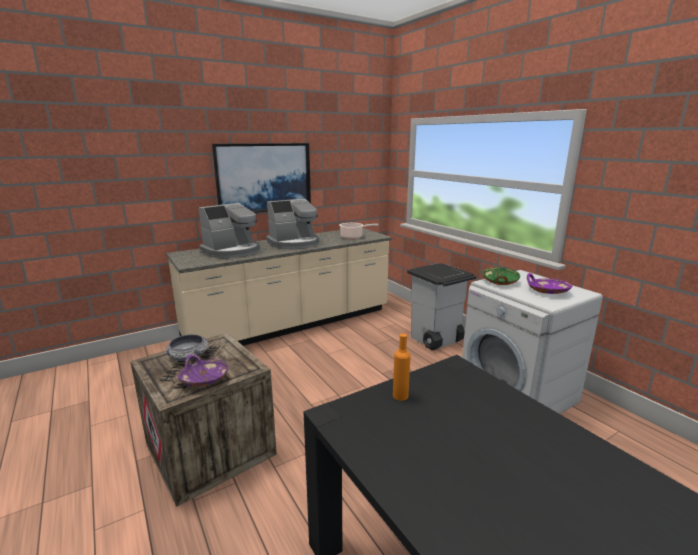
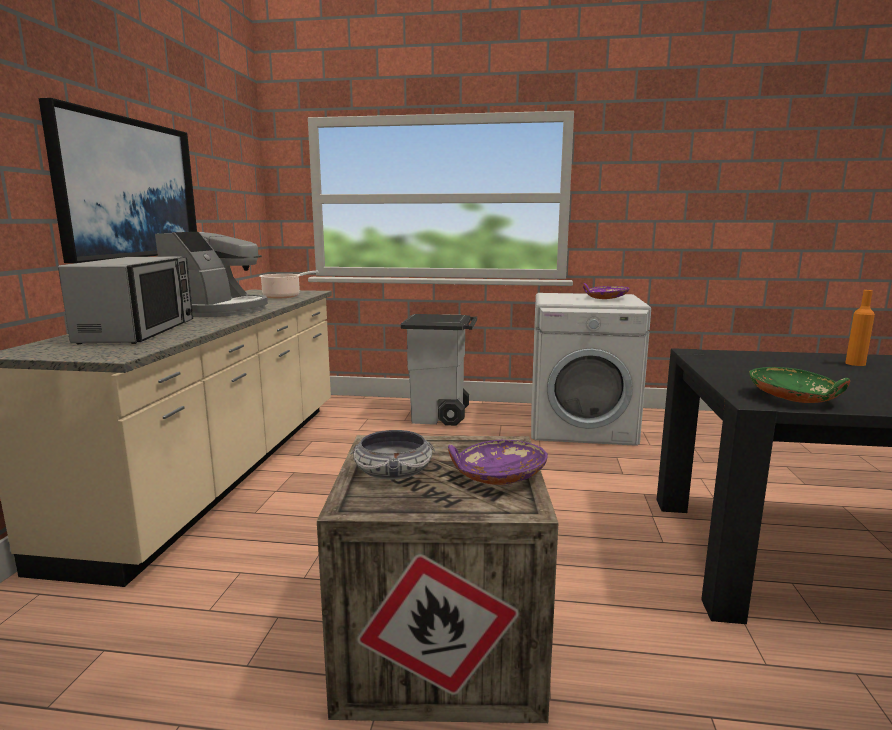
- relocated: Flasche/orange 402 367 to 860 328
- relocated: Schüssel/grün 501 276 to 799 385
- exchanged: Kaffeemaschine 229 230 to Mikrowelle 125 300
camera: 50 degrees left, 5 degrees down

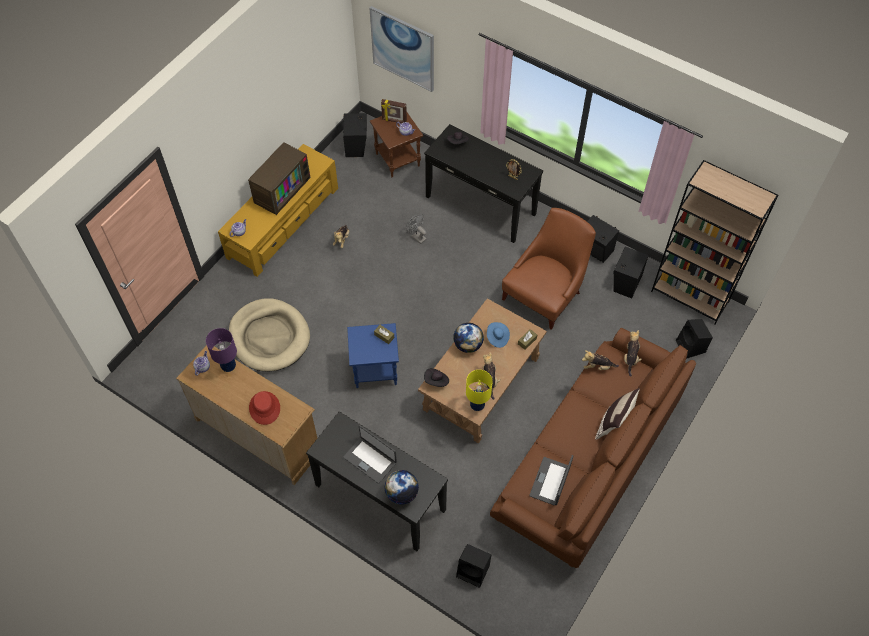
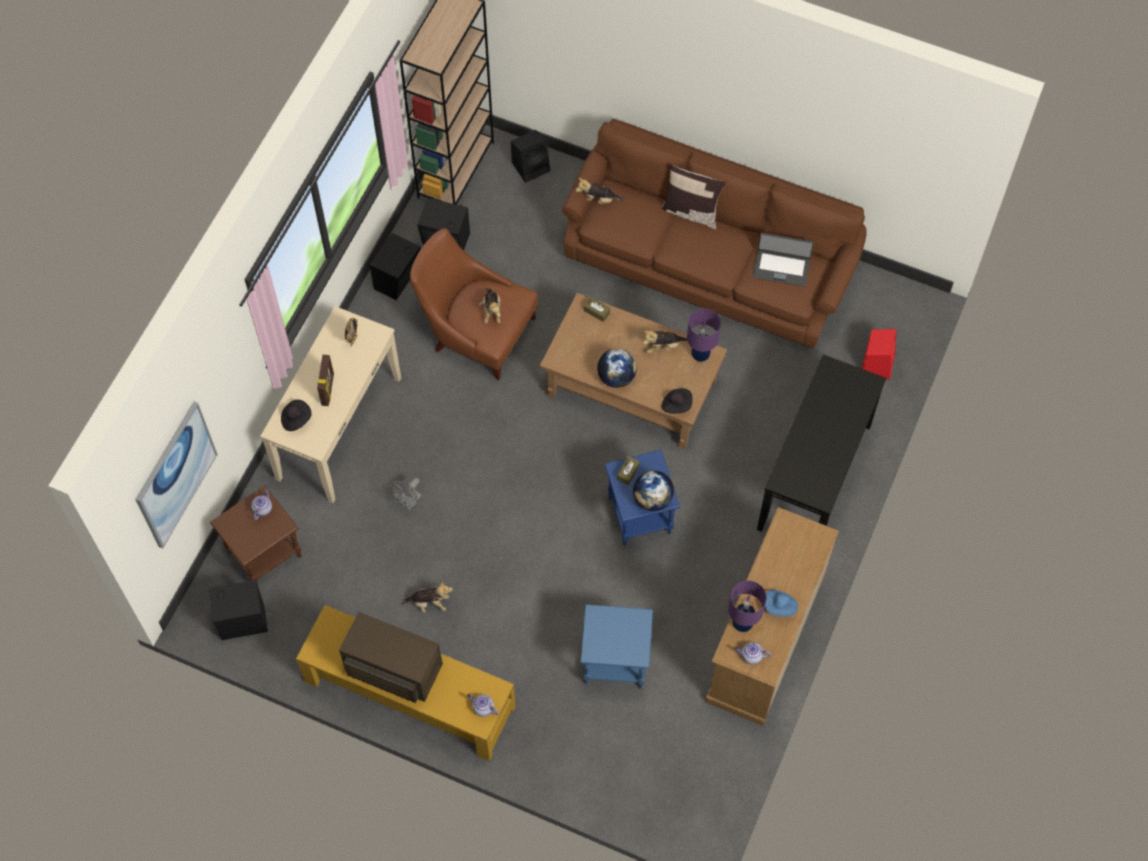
- missing: Hut/rot 264 408
- missing: Laptop 370 454
- relocated: Bilderrahmen 394 111 to 325 380
- relocated: Globus 402 487 to 653 490
- relocated: Hut/blau 498 335 to 781 603
- relocated: Plüschtier 600 360 to 490 305
- exchanged: Hundebett/beige 269 335 to Beistelltisch/blau 616 646
- colour: Konsolentisch/schwarz 483 183 to Konsolentisch/beige 330 404
- colour: Lautsprecher/schwarz 473 566 to Lautsprecher/rot 879 354
- colour: Tischlampe/gelb 479 390 to Tischlampe/lila 704 335
camera: 100 degrees left, 5 degrees up

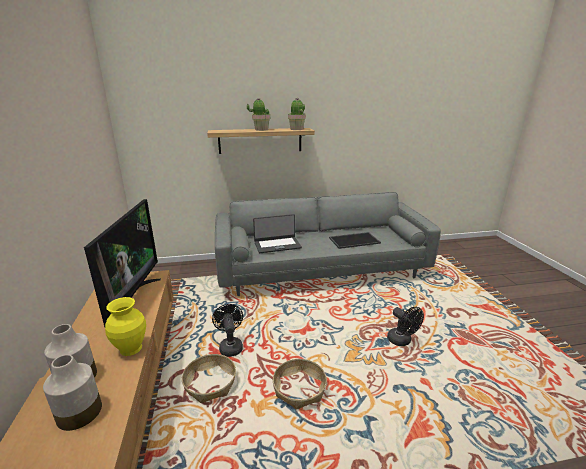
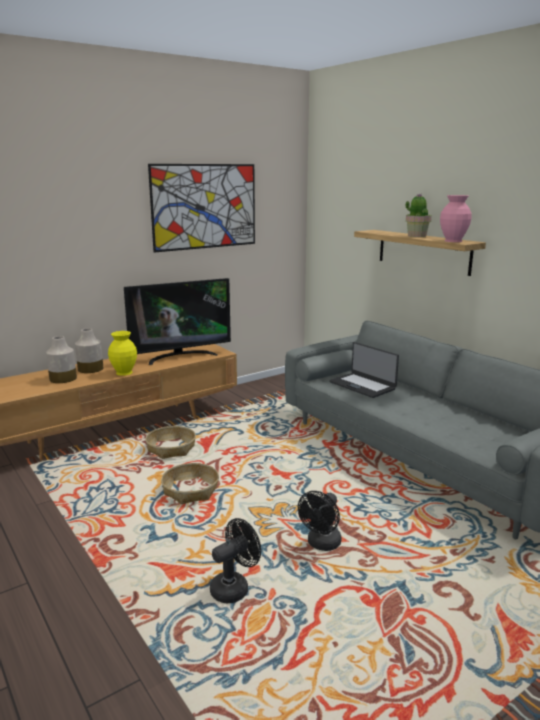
- missing: Tablett 355 240
- appeared: Bild 201 208
- relocated: Ventilator/schwarz 227 330 to 235 560
- exchanged: Topfpflanze 297 114 to Vase/rosa 455 218
camera: 65 degrees right, 5 degrees down

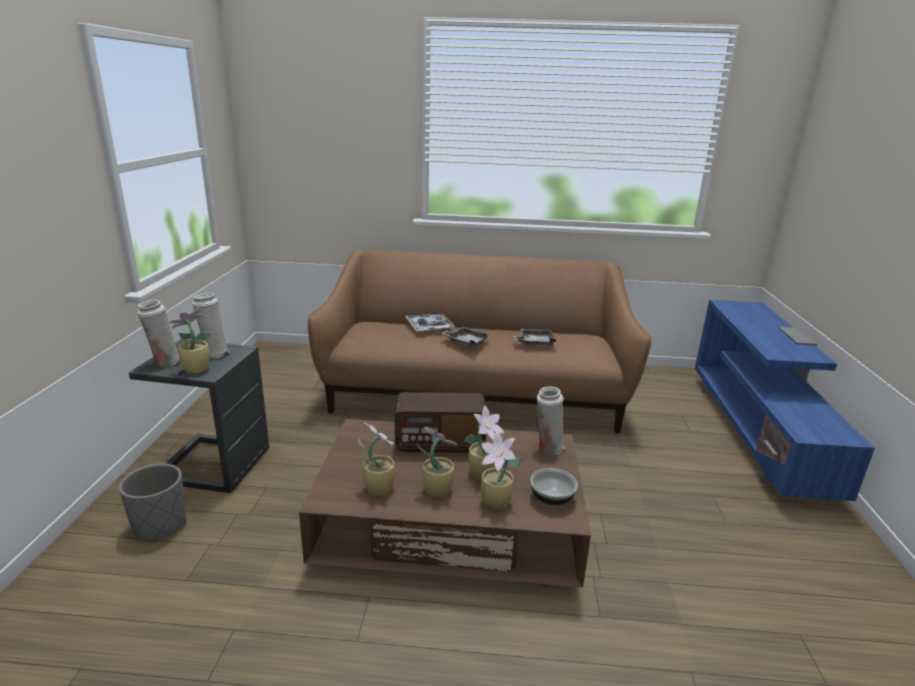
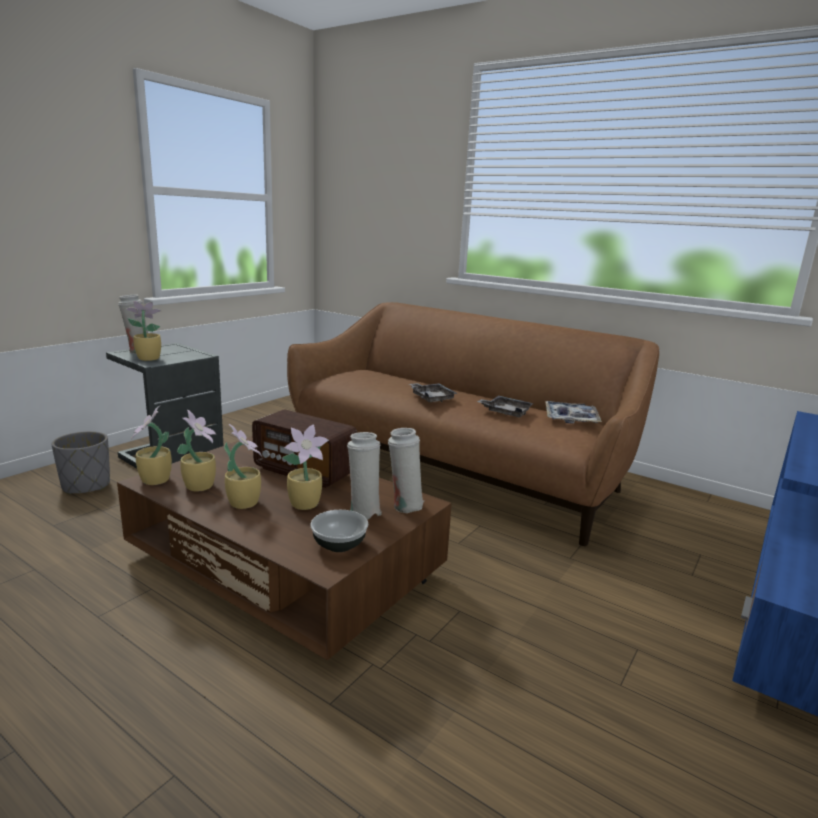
- relocated: Vase/weiß 210 326 to 364 476
- relocated: Tablett 430 323 to 573 412
- relocated: Topfpflanze 501 470 to 151 445
camera: 30 degrees right, 5 degrees down

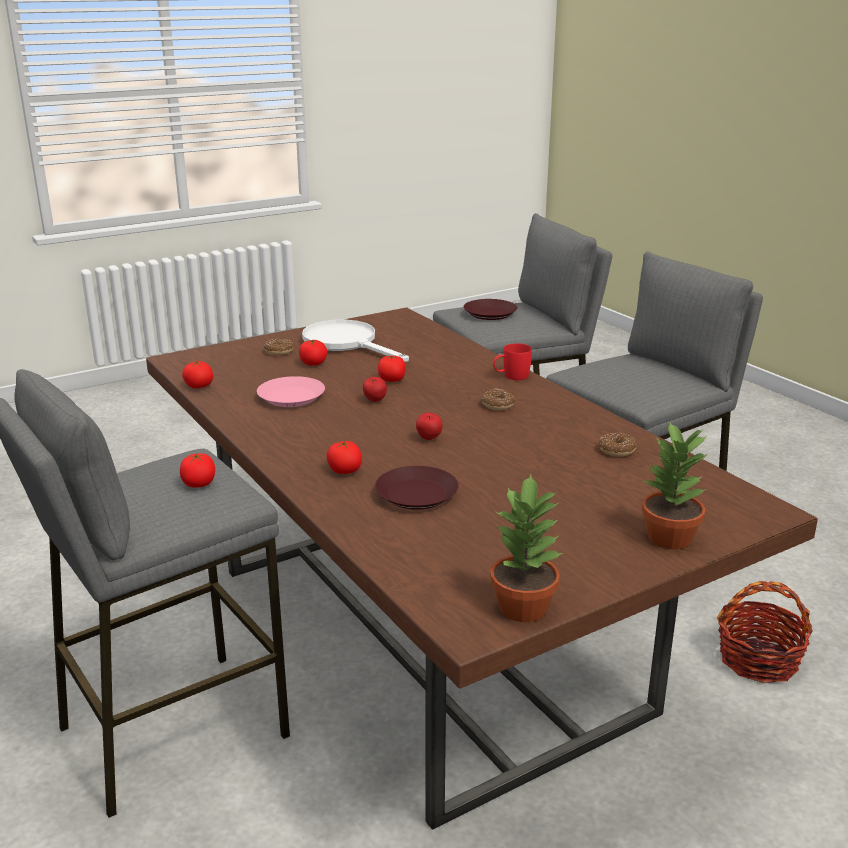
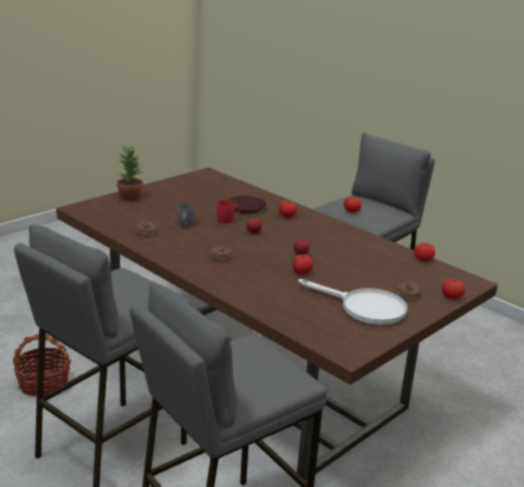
- missing: Teller/rosa 291 391
- missing: Teller/braun 490 309
- missing: Topfpflanze 526 548
- appeared: Henkelbecher/grau 186 214
- relocated: Tomate 313 353 to 453 288
- relocated: Henkelbecher/rot 512 361 to 228 212
camera: 165 degrees right, 0 degrees up

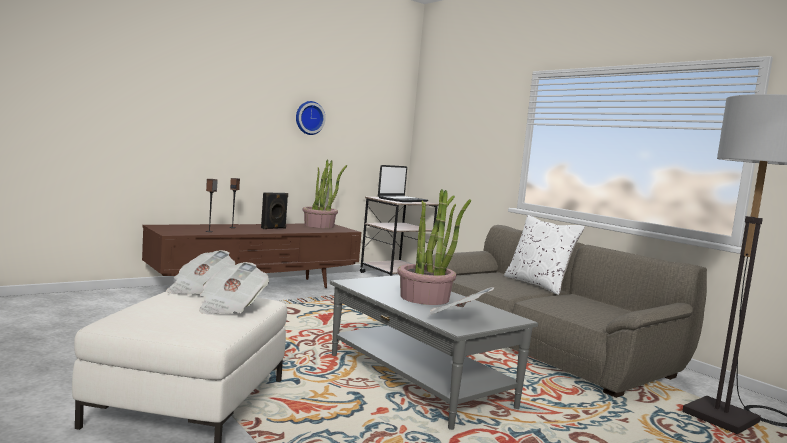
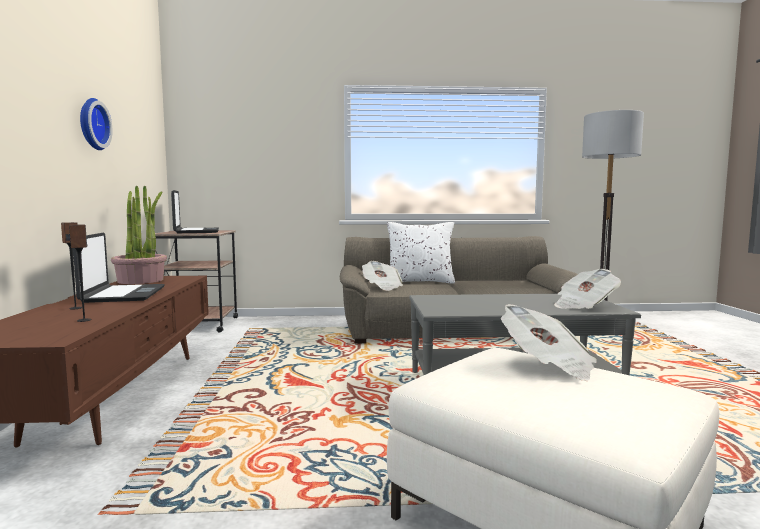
- missing: Topfpflanze 434 247
- relocated: Zeitung 200 272 to 382 276
- exchanged: Lautsprecher/schwarz 274 211 to Laptop 119 268
camera: 55 degrees left, 0 degrees up

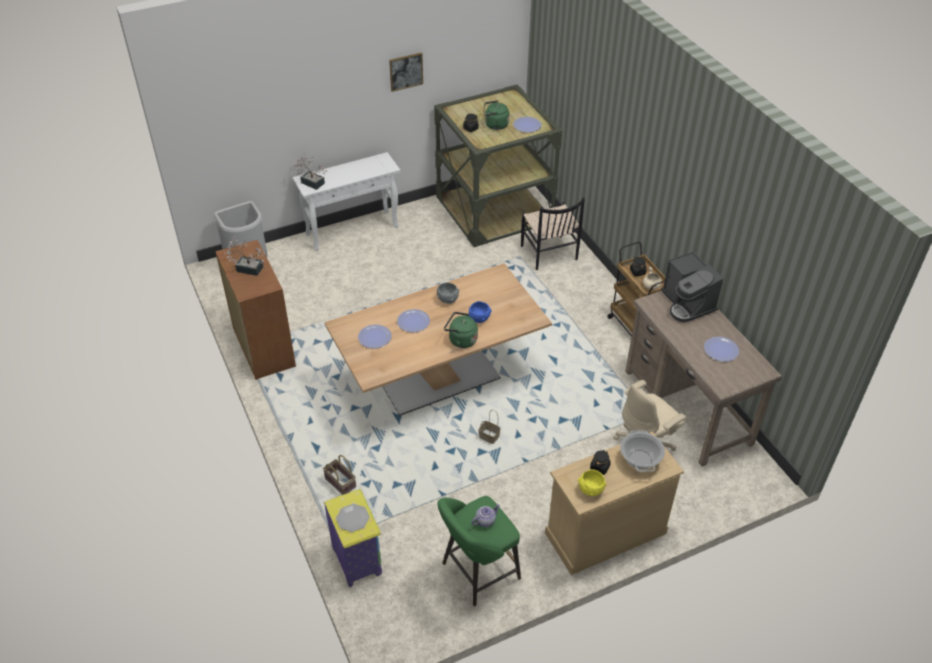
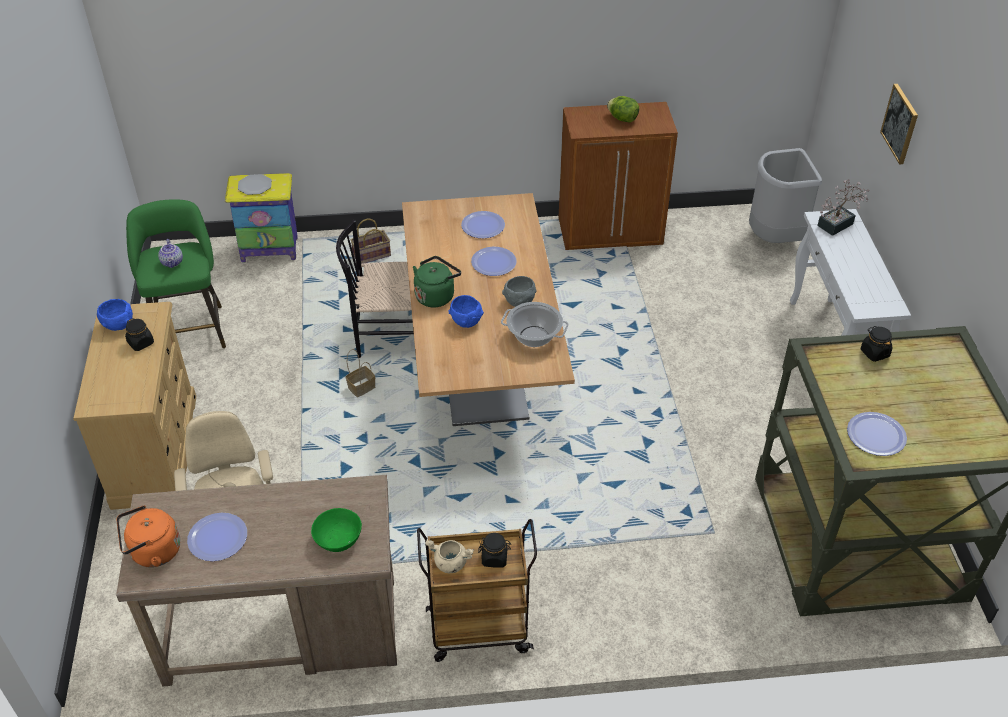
- missing: Wasserkessel/grün 496 115
- appeared: Wasserkessel/orange 148 536
- relocated: Bild 406 72 to 899 124
- relocated: Stuhl/schwarz 553 233 to 375 289
- relocated: Kochtopf 642 451 to 535 324
- exchanged: Topfpflanze 244 256 to Salatkopf 623 109
- exchanged: Kaffeemaschine 692 287 to Schüssel/grün 336 530
- colour: Schüssel/gelb 592 483 to Schüssel/blau 115 315
camera: 110 degrees right, 0 degrees up

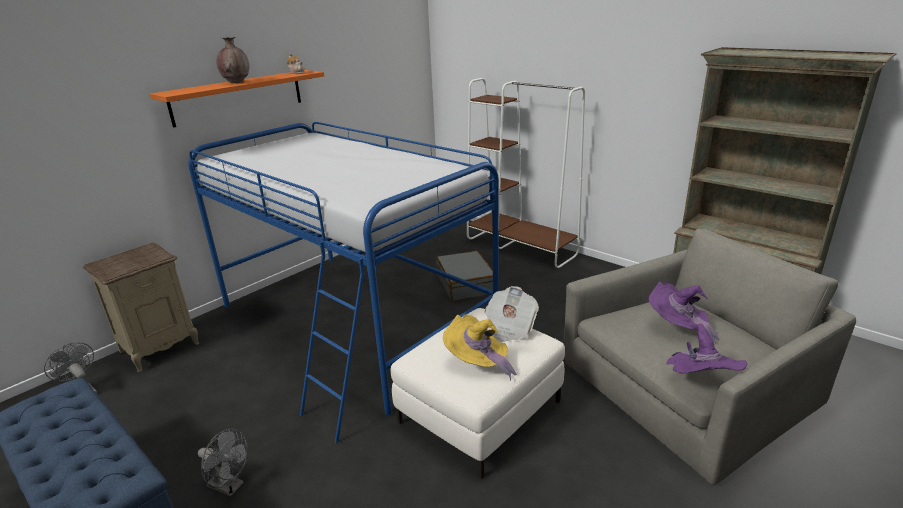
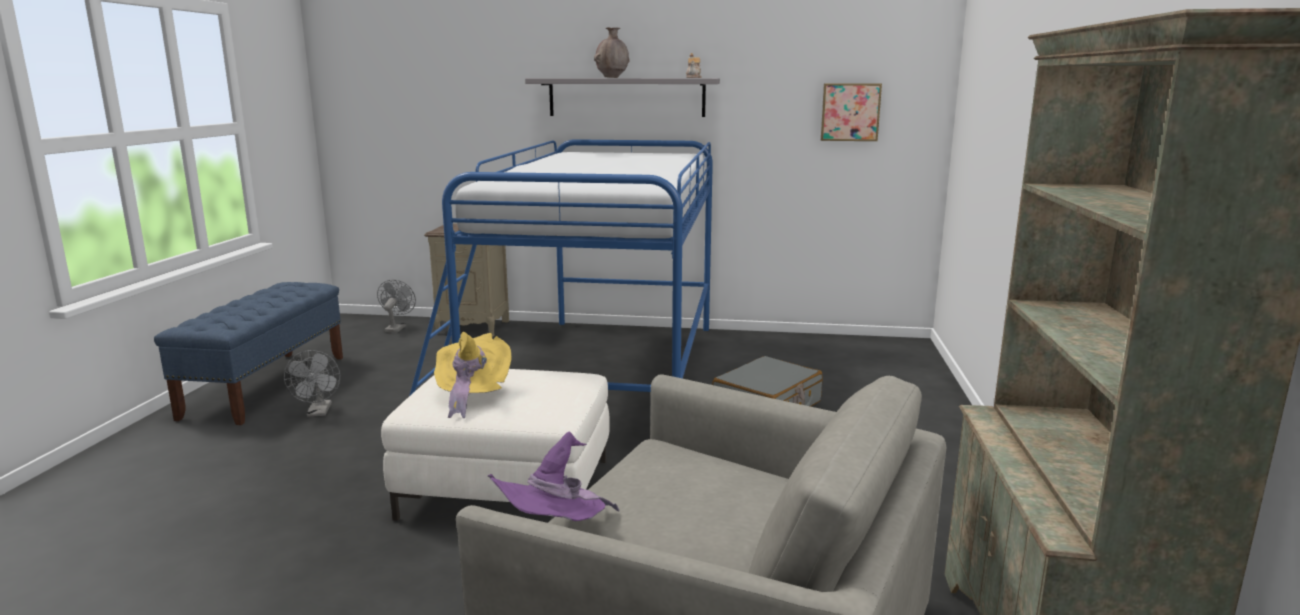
- missing: Kleiderständer/braun 526 173
- missing: Zeitung 512 314
- missing: Hut/lila 683 311
- appeared: Bild 851 112
- colour: Wandregal/orange 237 99 to Wandregal/grau 622 97
camera: 55 degrees right, 10 degrees down

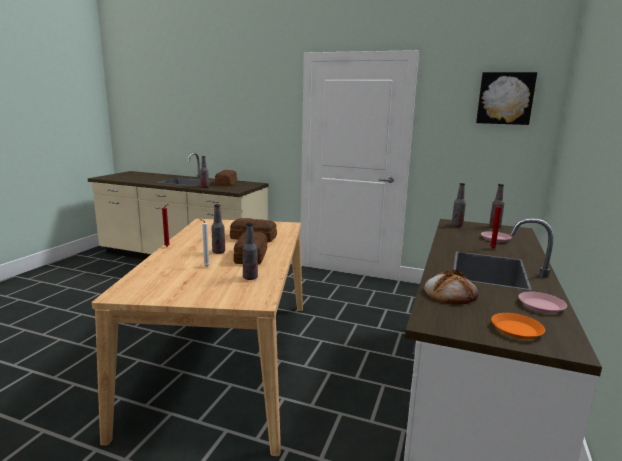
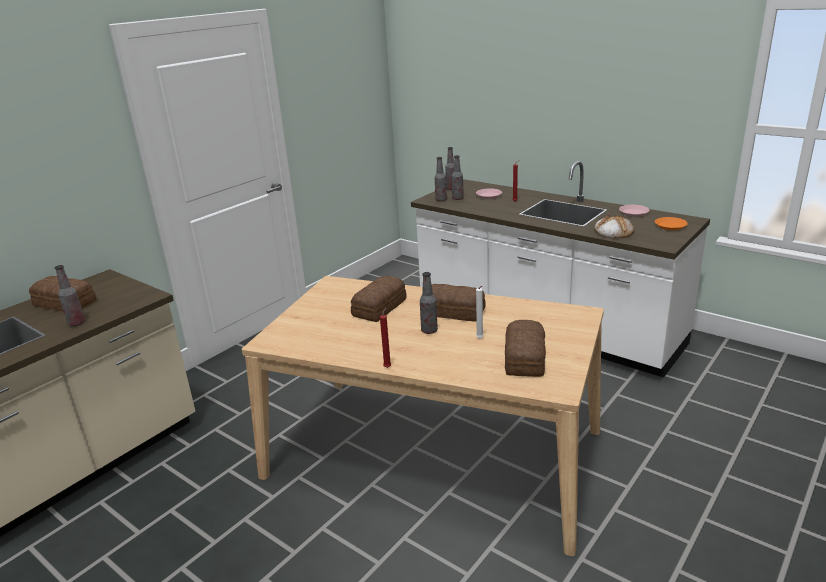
- missing: Bild 506 98
- appeared: Brot 525 348
- relocated: Flasche 250 251 to 458 177
camera: 70 degrees left, 10 degrees up

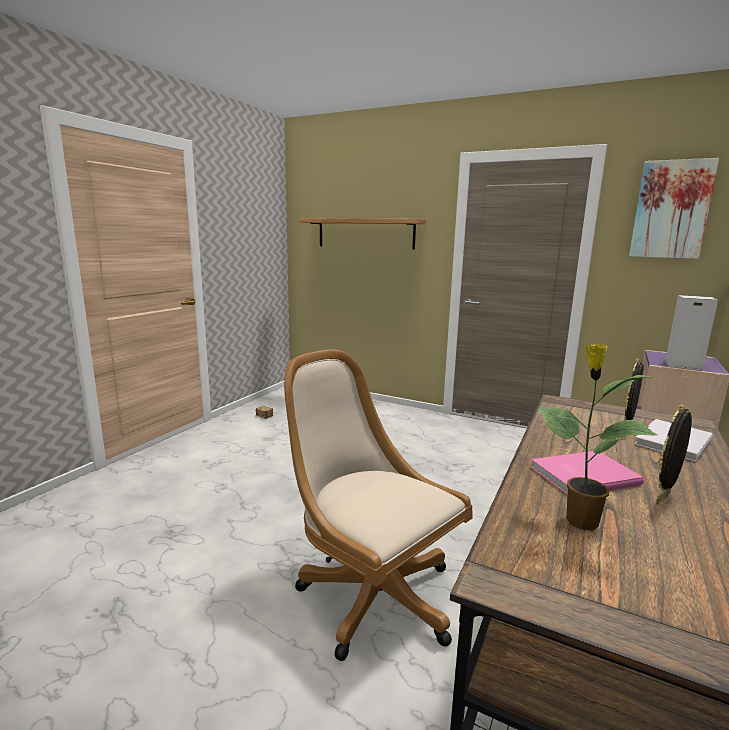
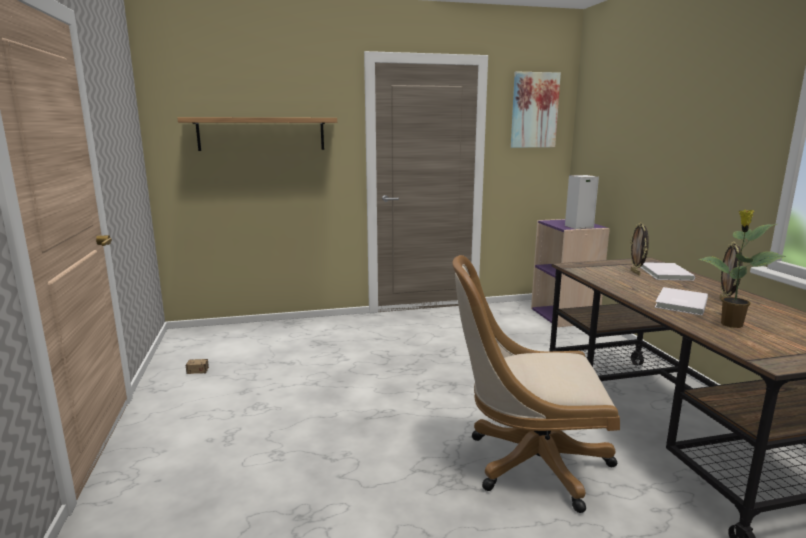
- colour: Buch/rosa 587 473 to Buch/weiß 681 301
camera: 40 degrees left, 0 degrees up

